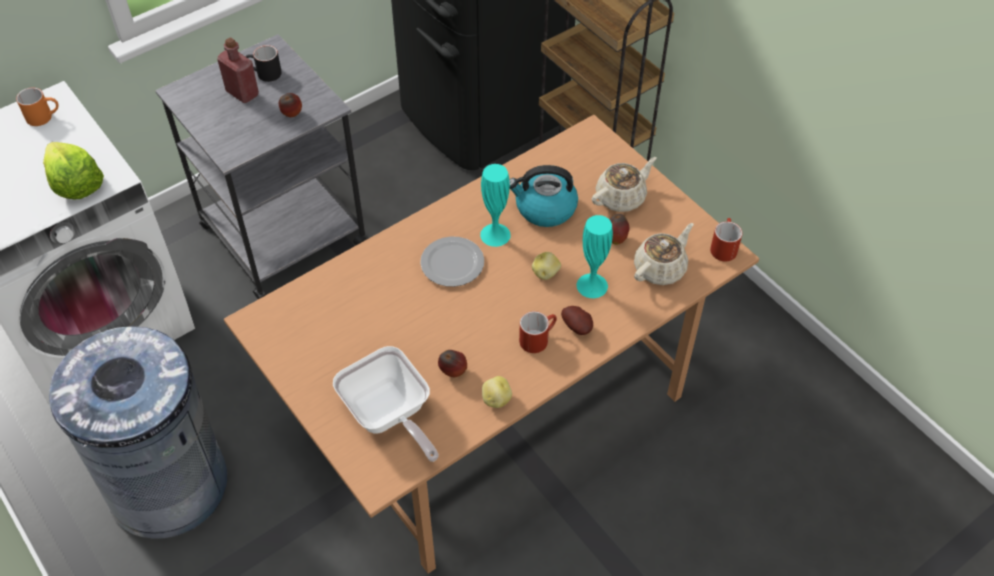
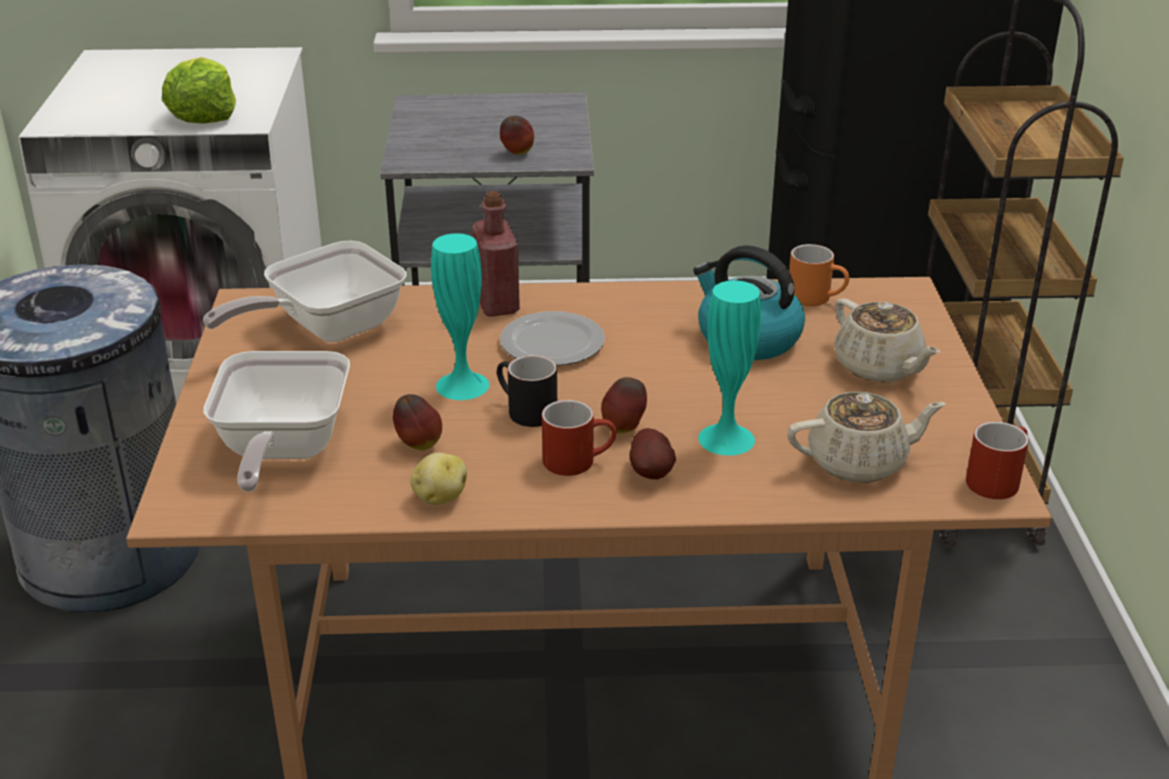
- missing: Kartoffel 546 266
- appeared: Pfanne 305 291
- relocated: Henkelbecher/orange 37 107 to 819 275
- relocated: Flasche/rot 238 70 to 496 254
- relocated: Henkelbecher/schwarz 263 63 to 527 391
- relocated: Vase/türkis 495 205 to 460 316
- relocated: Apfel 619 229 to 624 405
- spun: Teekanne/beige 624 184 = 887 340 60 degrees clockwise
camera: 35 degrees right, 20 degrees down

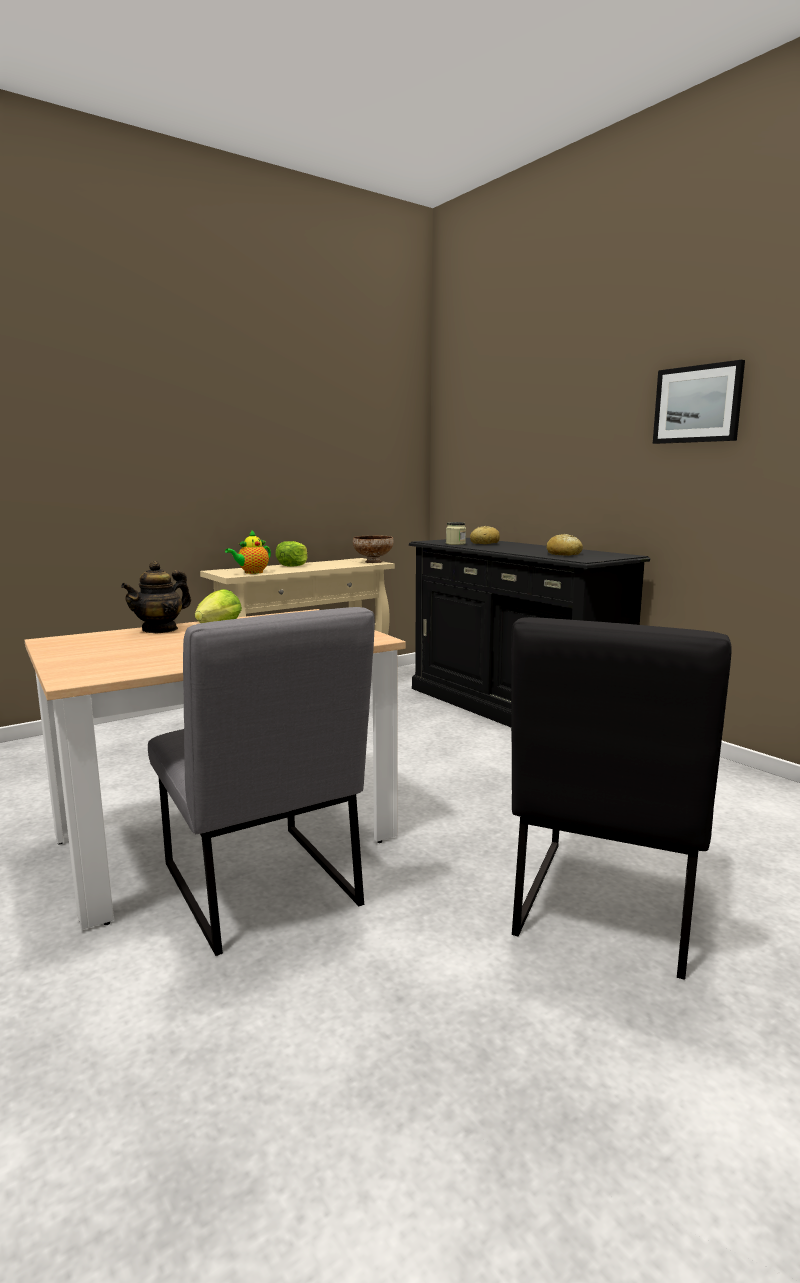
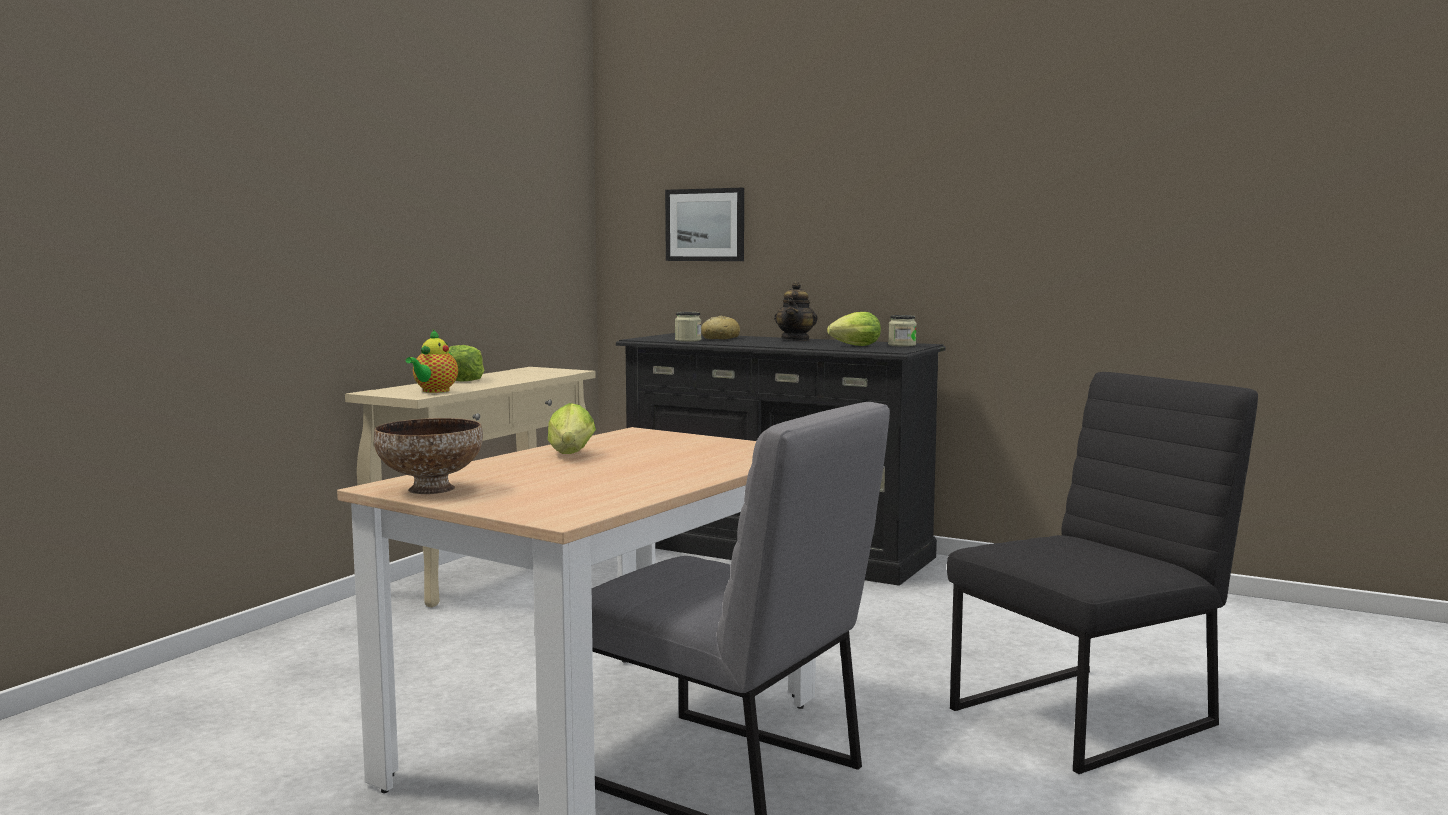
- appeared: Vorratsglas 902 330
- relocated: Teekanne 156 597 to 796 311
- relocated: Schüssel 373 549 to 428 456
- relocated: Bild 699 402 to 704 224
- exchanged: Brot 564 545 to Salatkopf 854 329
- spun: Stuhl/schwarz 621 798 = 1102 573 120 degrees counterclockwise
camera: 25 degrees left, 5 degrees down

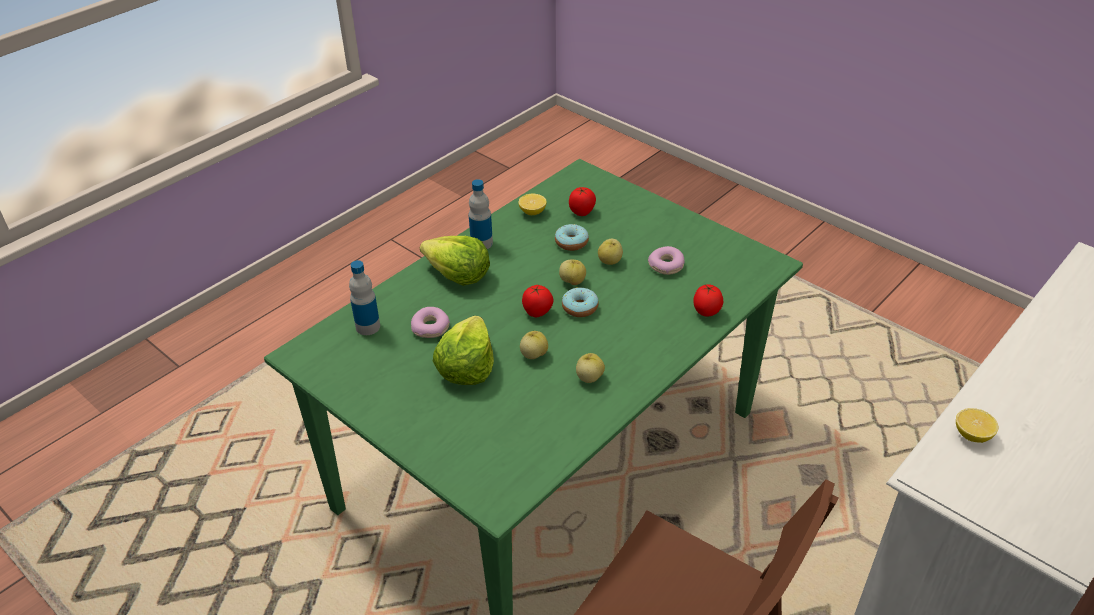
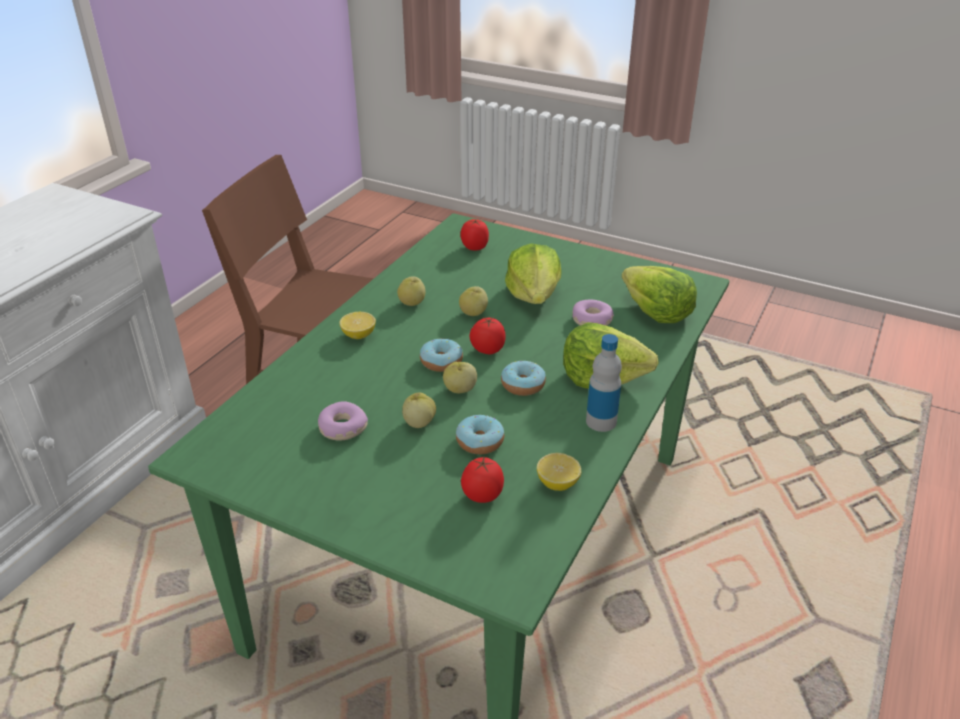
- appeared: Donut 523 378
- relocated: Tomate 708 300 to 474 234
- relocated: Zitrone 977 425 to 357 325
- exchanged: Flasche 364 297 to Salatkopf 659 294
camera: 165 degrees right, 5 degrees down

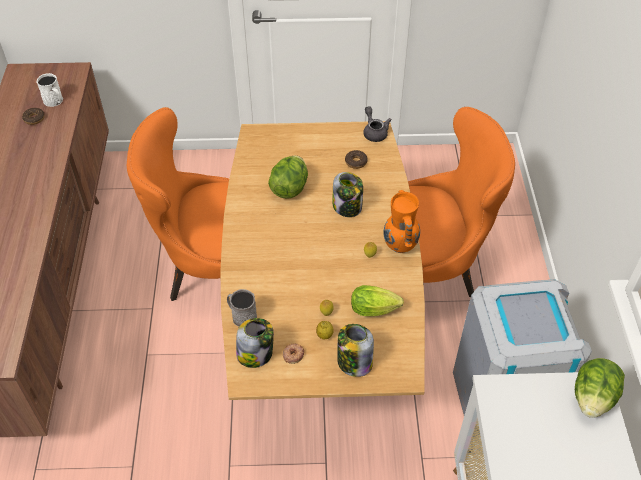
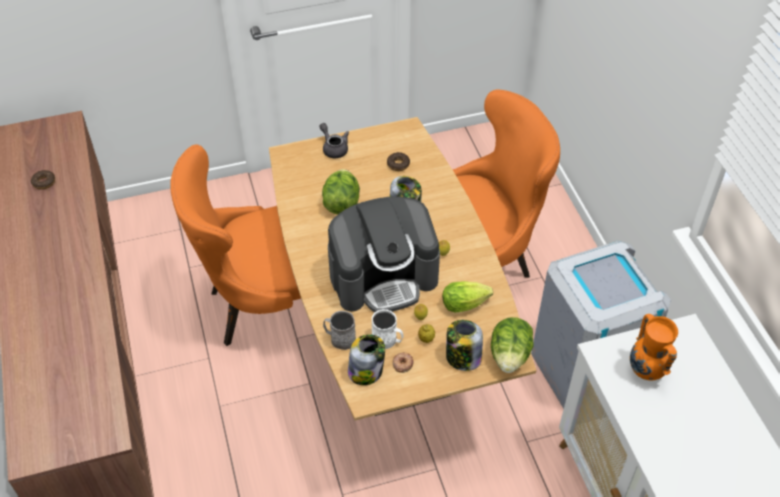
- appeared: Kaffeemaschine 384 255
- relocated: Henkelbecher/weiß 50 90 to 387 329
- relocated: Teekanne/grau 377 124 to 334 140
- relocated: Vase/orange 401 221 to 654 347
- relocated: Salatkopf 600 388 to 512 345
camera: 15 degrees left, 0 degrees up

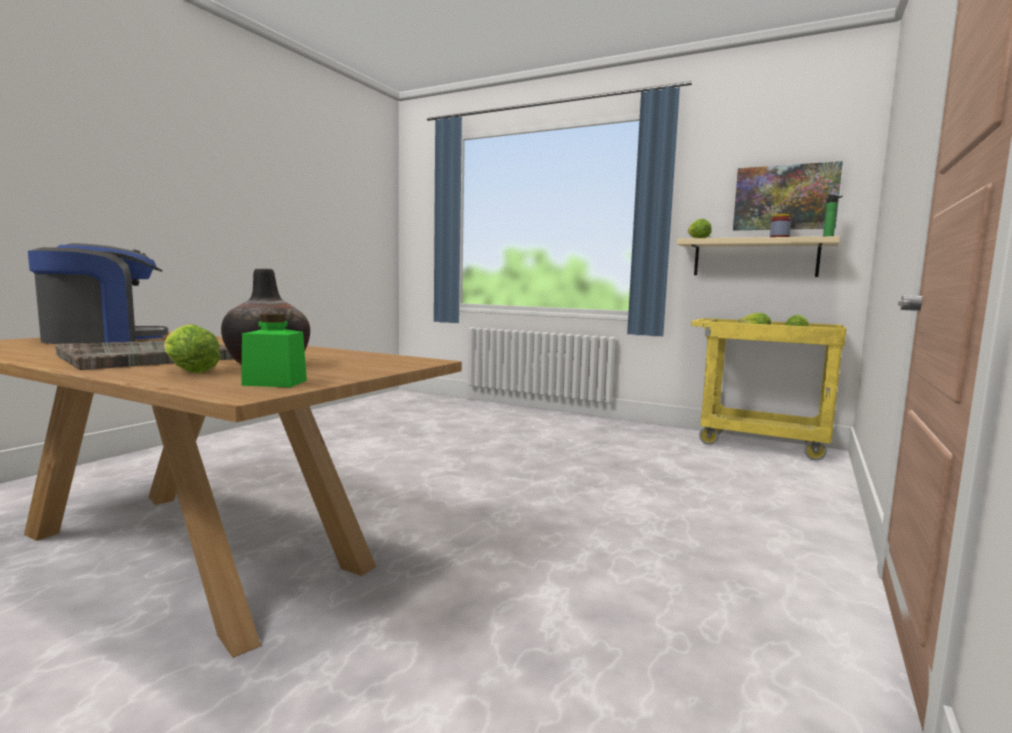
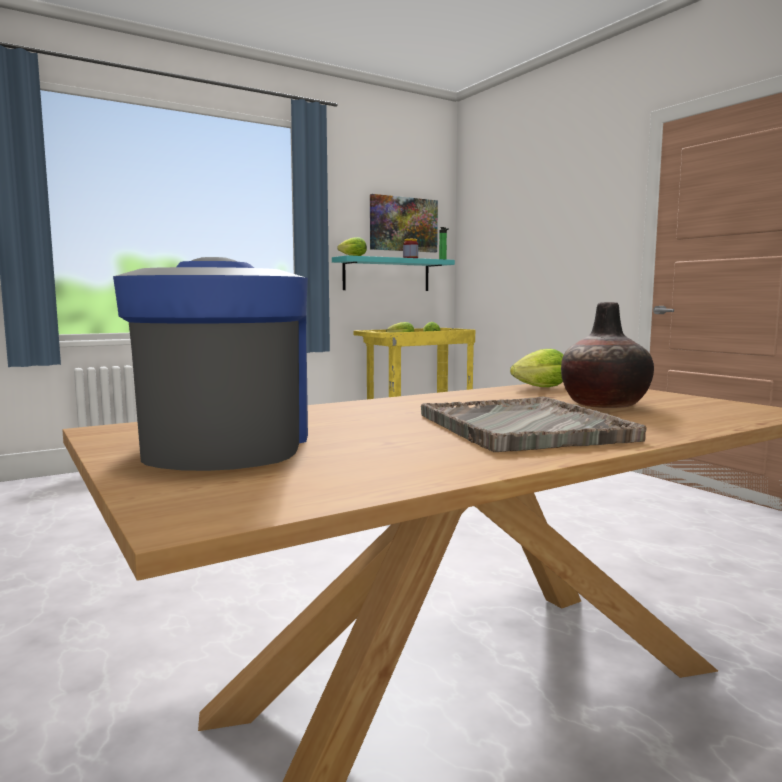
- missing: Vorratsglas/grün 274 350
- relocated: Salatkopf 192 348 to 537 368
- colour: Wandregal/beige 758 256 to Wandregal/türkis 393 273
camera: 60 degrees left, 0 degrees up

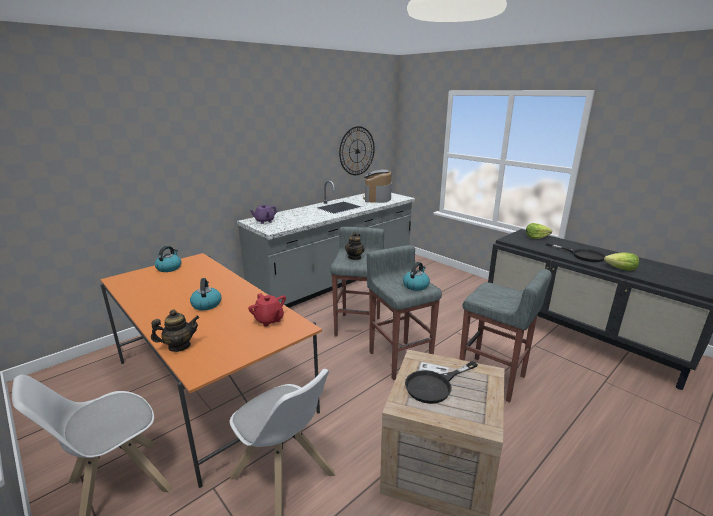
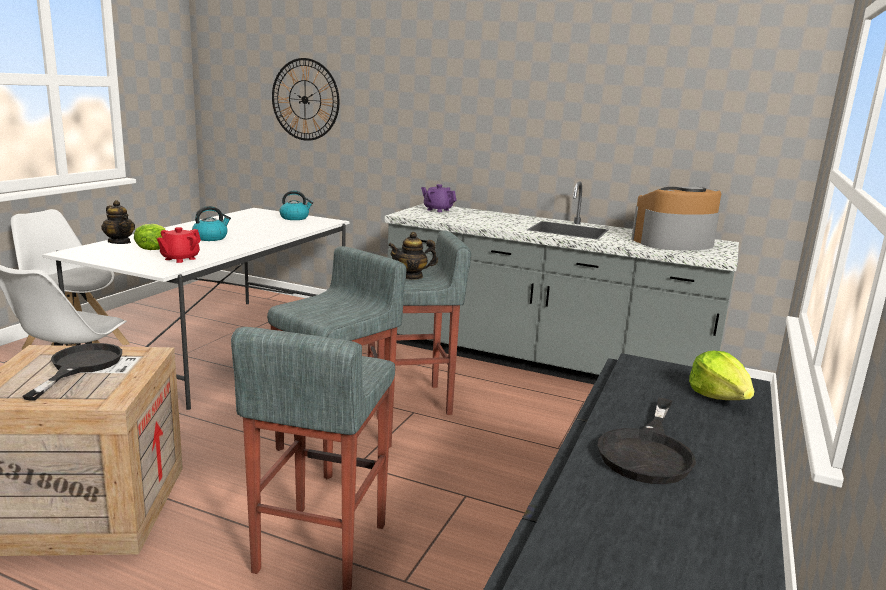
- missing: Wasserkessel 416 276
- relocated: Wanduhr 357 150 to 305 99
- relocated: Salatkopf 621 261 to 149 237
- colour: Esstisch/orange 211 370 to Esstisch/weiß 196 309
- spun: Pfanne/schwarz 441 382 = 72 371 60 degrees clockwise
camera: 65 degrees right, 5 degrees down

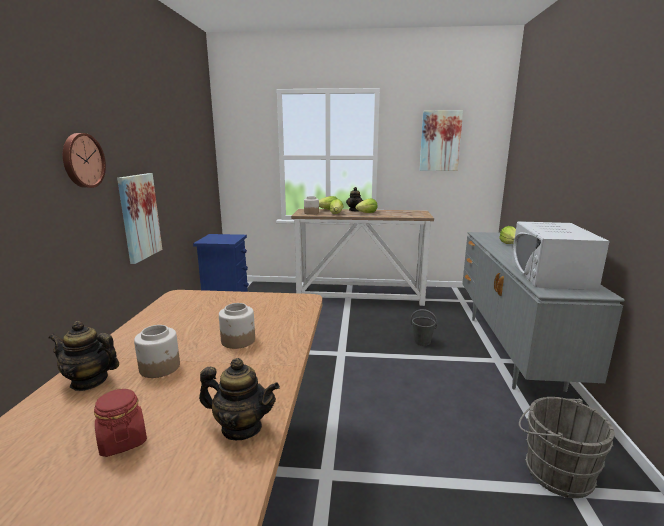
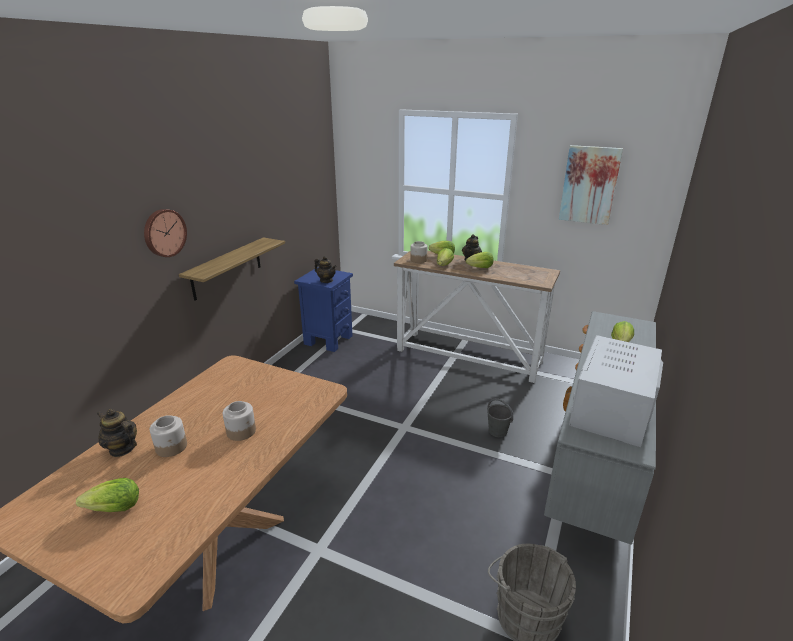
- relocated: Teekanne 239 399 to 326 269
- exchanged: Vorratsglas/rot 120 423 to Salatkopf 107 495
- exchanged: Bild 139 218 to Wandregal 232 269
camera: 20 degrees right, 10 degrees up

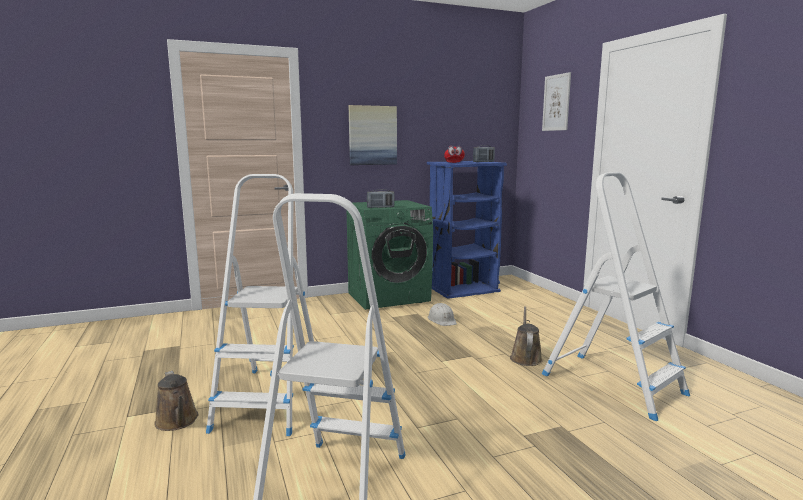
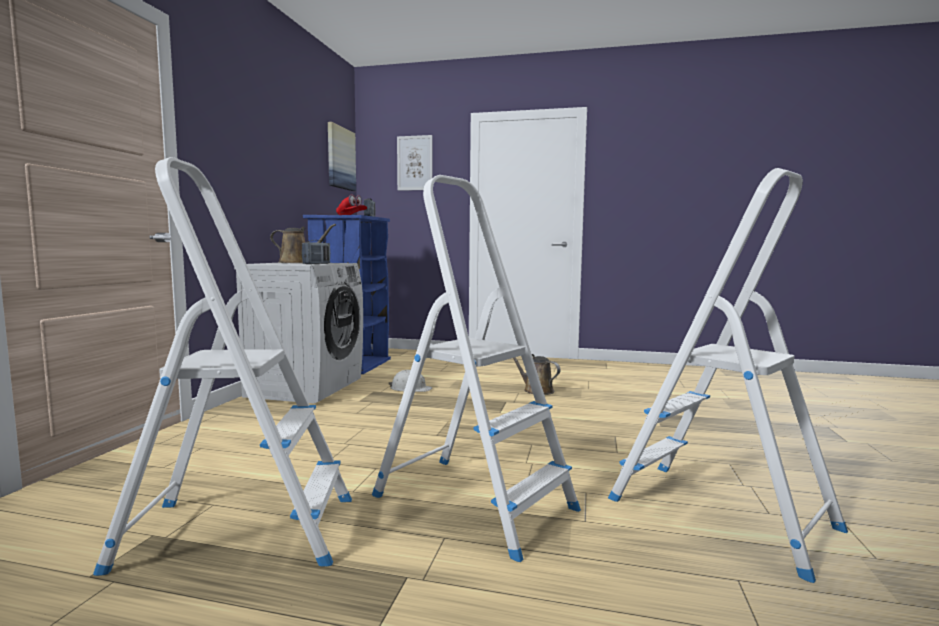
- relocated: Gießkanne/braun 176 401 to 303 243
- relocated: Bild 373 135 to 342 156
- relocated: Trittleiter/weiß 616 296 to 222 366
- colour: Waschmaschine/grün 390 255 to Waschmaschine/weiß 298 333
camera: 55 degrees left, 5 degrees down

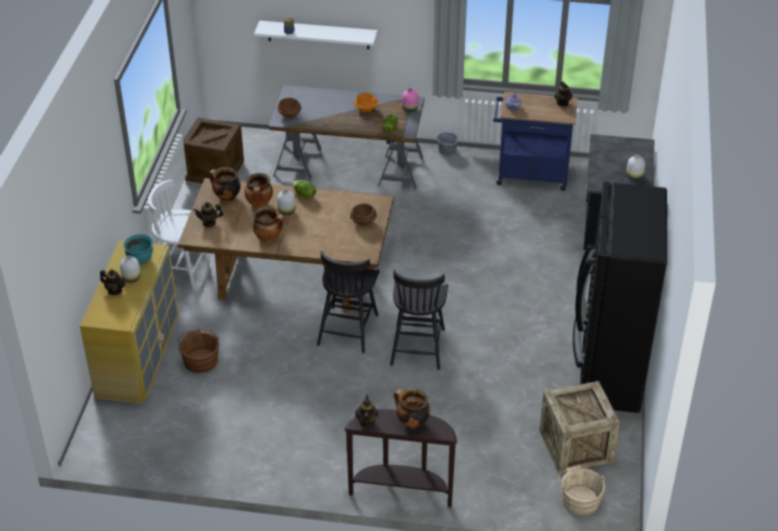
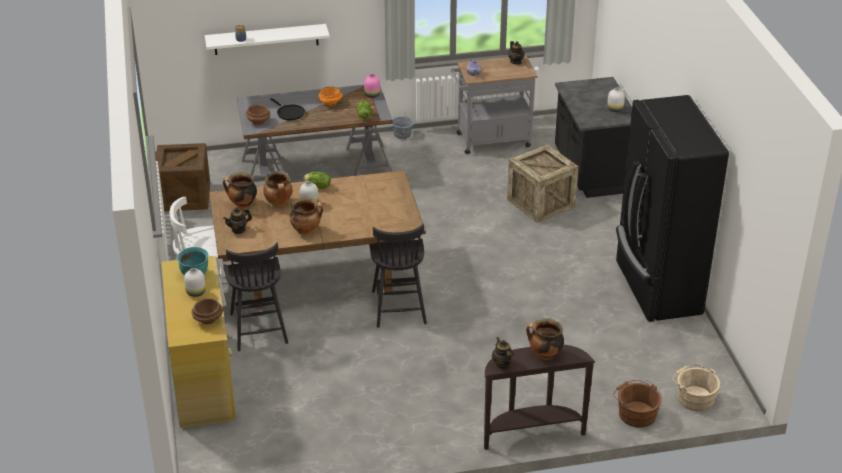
- missing: Teekanne 113 282
- appeared: Pfanne/schwarz 287 109
- relocated: Eimer/braun 198 351 to 637 404
- relocated: Schüssel/braun 363 214 to 207 311
- relocated: Stuhl/schwarz 419 320 to 255 296
- relocated: Kiste 579 427 to 543 183
- colour: Rollwagen/blau 535 141 to Rollwagen/grau 494 104
camera: 20 degrees left, 5 degrees down

